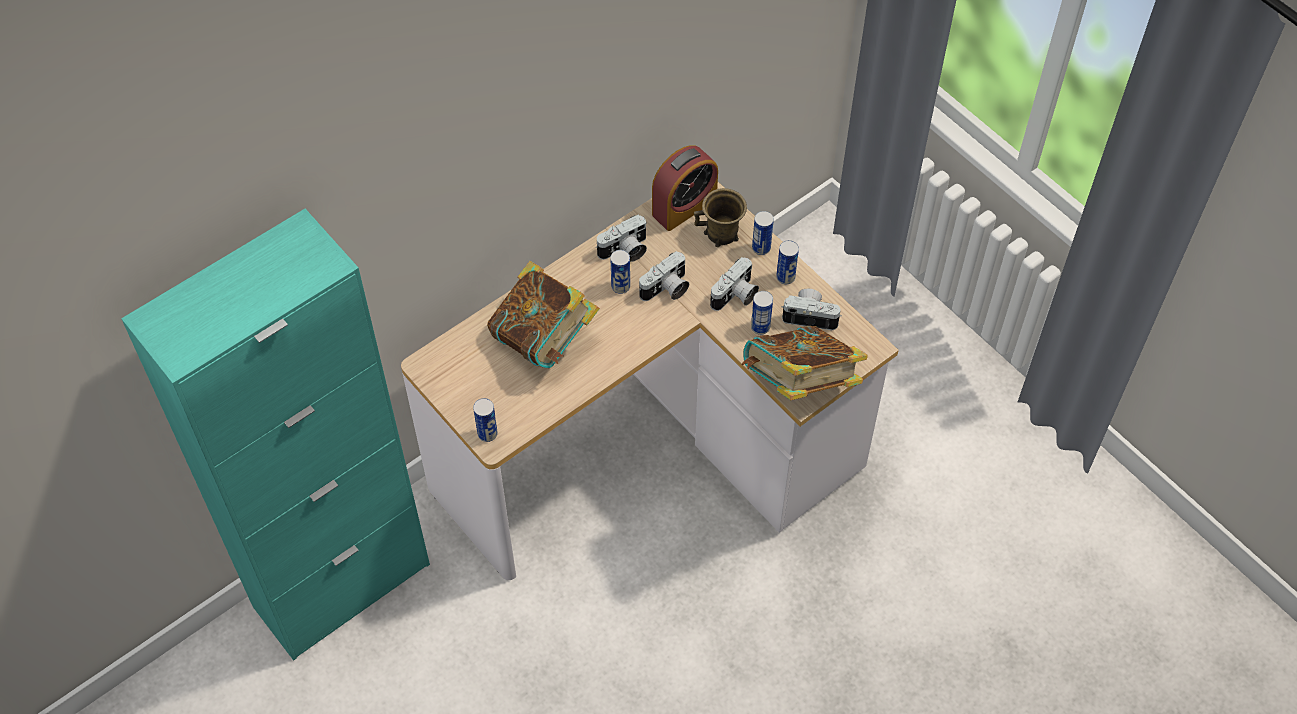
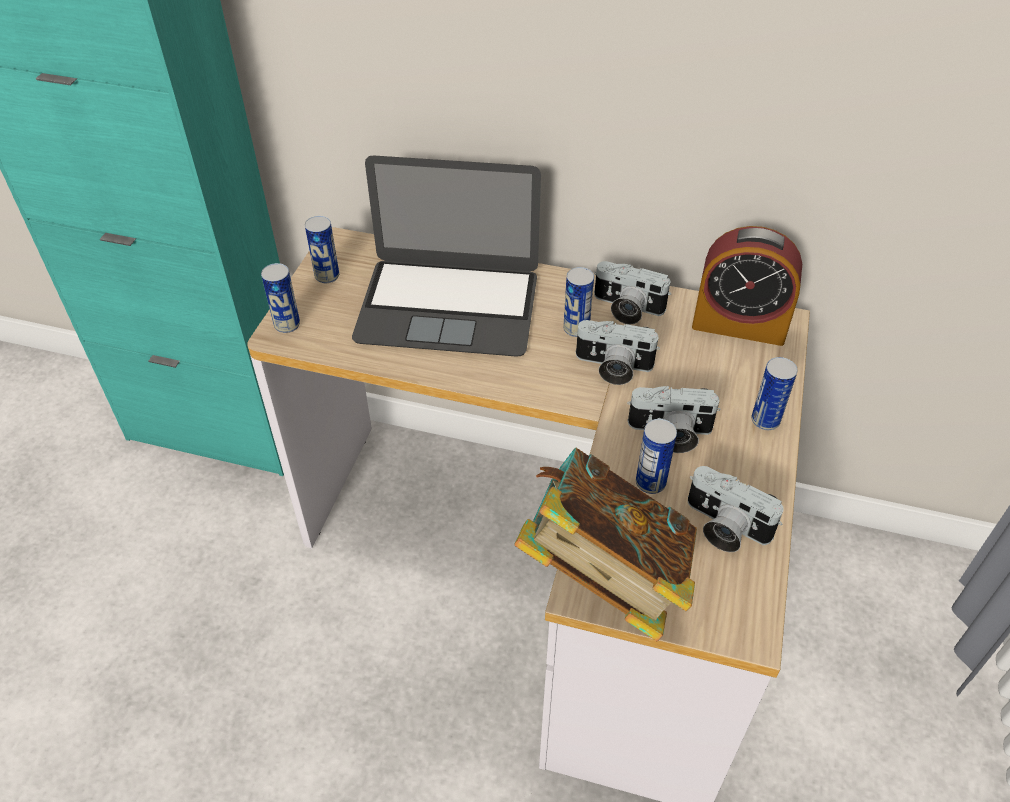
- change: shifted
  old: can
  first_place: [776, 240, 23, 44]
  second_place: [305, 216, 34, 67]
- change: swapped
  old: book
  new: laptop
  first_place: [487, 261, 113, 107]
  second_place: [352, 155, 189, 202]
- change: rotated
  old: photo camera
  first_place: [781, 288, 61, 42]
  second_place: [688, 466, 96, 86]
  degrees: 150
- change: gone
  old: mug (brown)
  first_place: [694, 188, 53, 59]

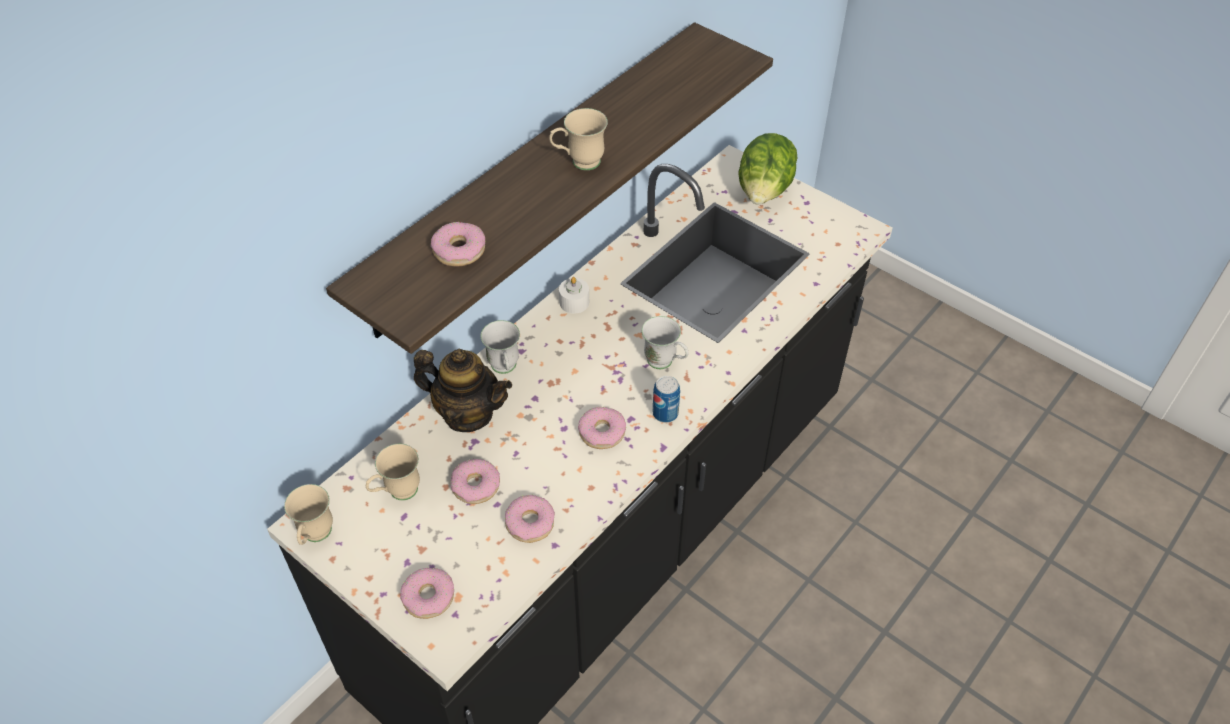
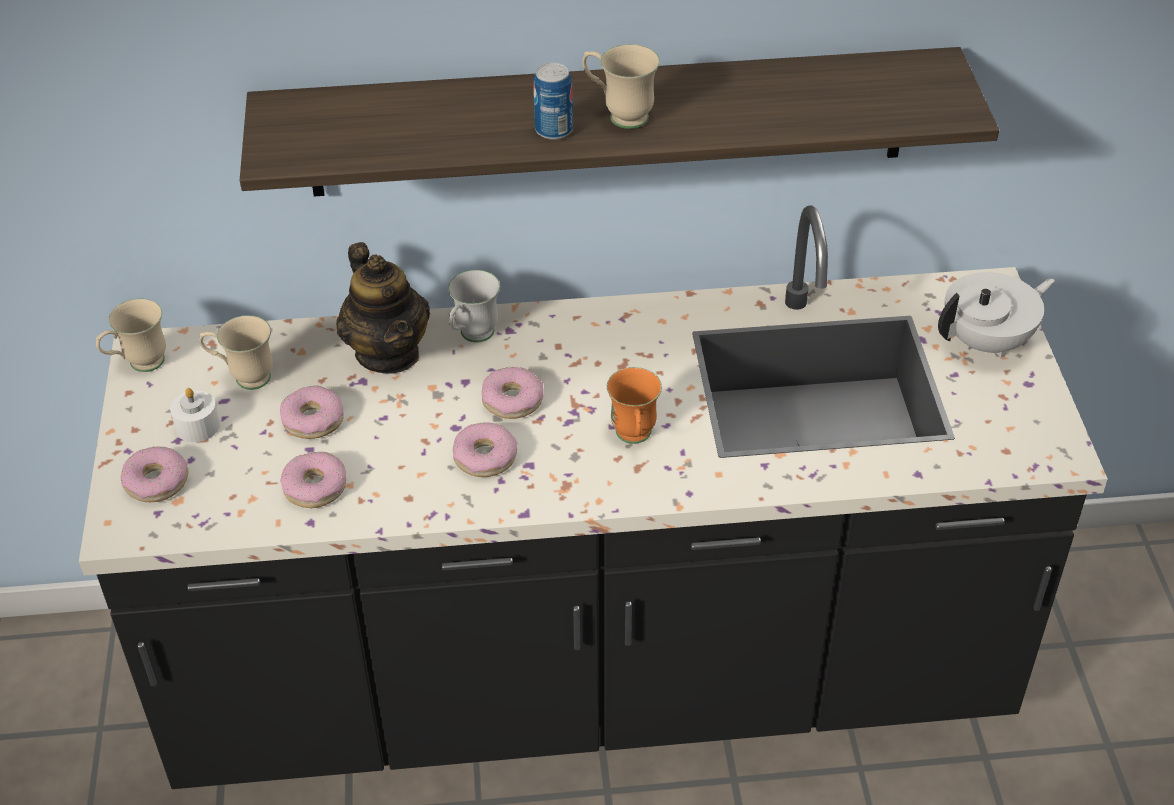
- change: shifted
  old: candle (white)
  first_place: [559, 277, 30, 37]
  second_place: [170, 388, 50, 54]
- change: shifted
  old: donut
  first_place: [431, 222, 55, 45]
  second_place: [482, 367, 62, 52]
- change: shifted
  old: can
  first_place: [653, 376, 27, 47]
  second_place: [533, 63, 40, 77]
- change: repainted
  old: mug (white)
  new: mug (orange)
  first_place: [642, 316, 46, 53]
  second_place: [606, 367, 56, 77]
- change: swapped
  old: lettuce
  new: teapot (white)
  first_place: [739, 133, 59, 72]
  second_place: [938, 272, 117, 85]

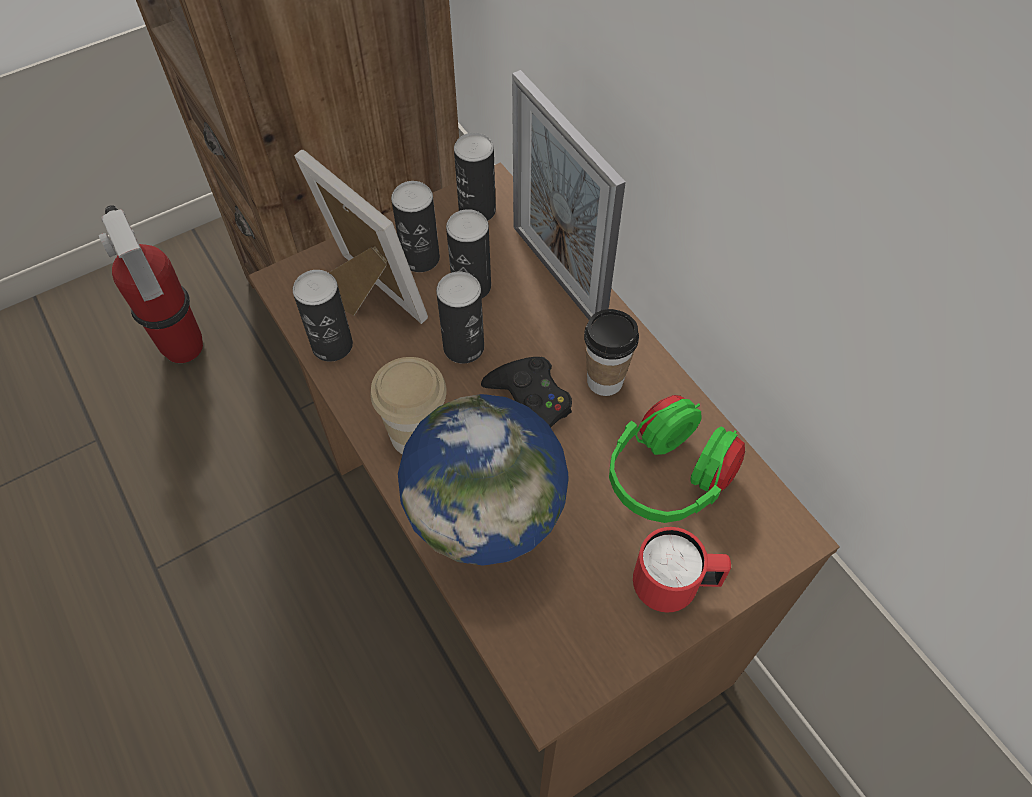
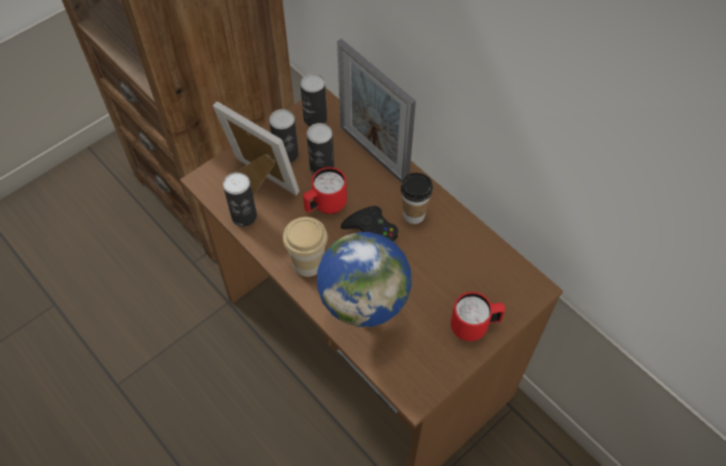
- change: swapped
  old: can
  new: mug (red)
  first_place: [436, 272, 48, 92]
  second_place: [303, 167, 44, 47]
- change: gone
  old: fire extinguisher
  first_place: [99, 205, 104, 158]
- change: gone
  old: headphones (green)
  first_place: [609, 395, 136, 128]

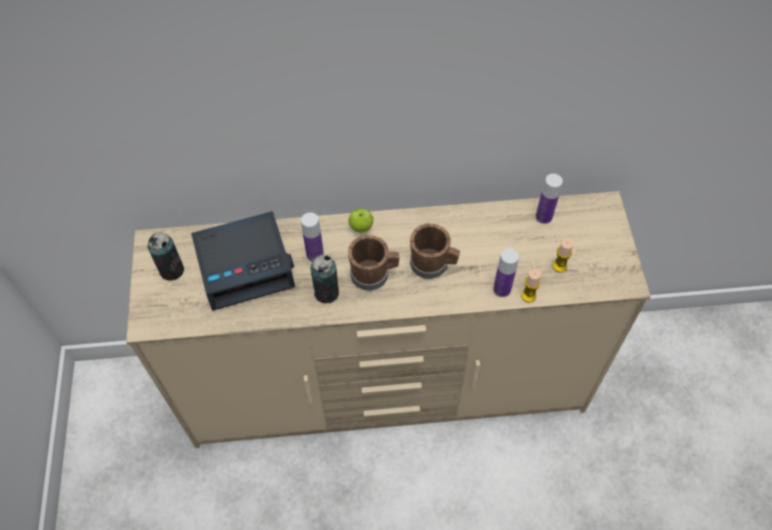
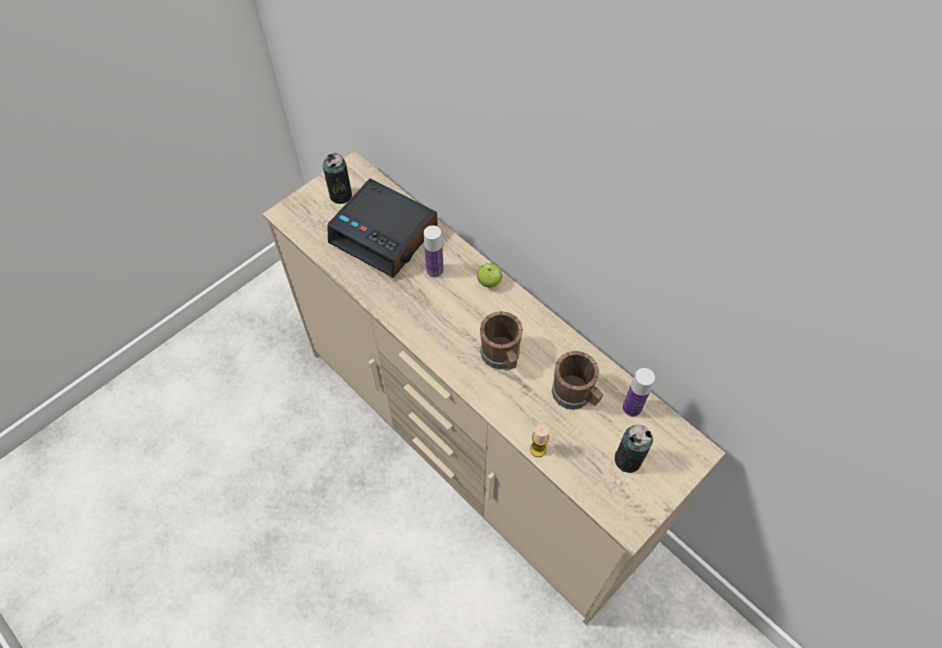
- change: shifted
  old: mug (brown)
  first_place: [348, 235, 51, 56]
  second_place: [552, 351, 51, 59]
- change: shifted
  old: can
  first_place: [310, 255, 29, 48]
  second_place: [615, 425, 38, 48]
- change: gone
  old: bottle
  first_place: [493, 248, 26, 49]
- change: gone
  old: candle
  first_place: [552, 238, 22, 34]

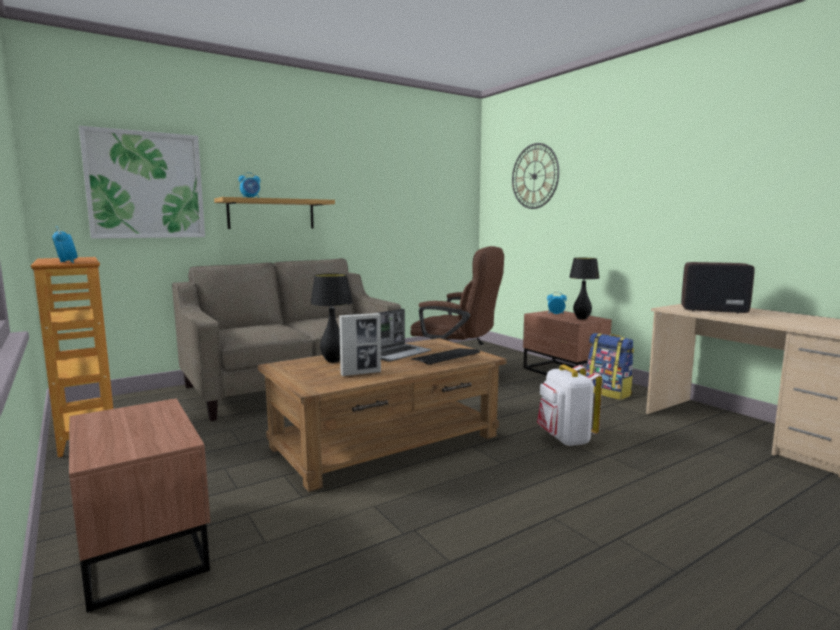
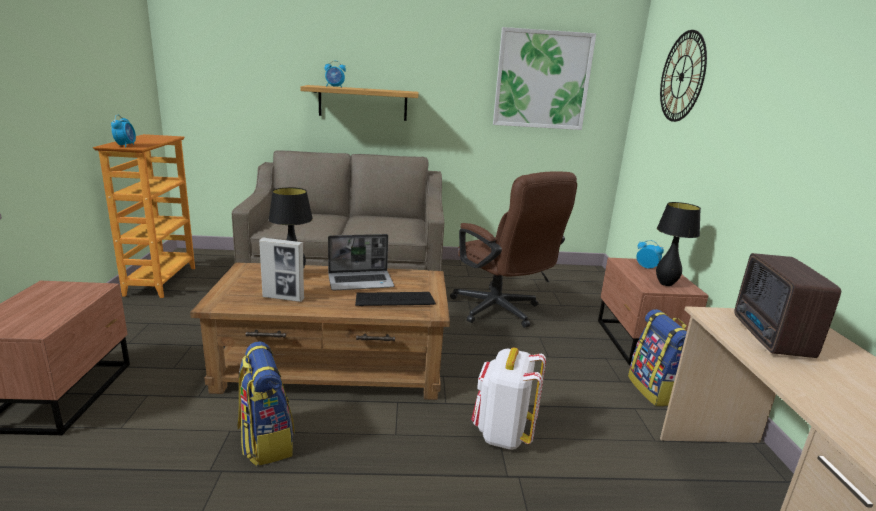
- change: new
  new: backpack
  second_place: [238, 341, 56, 125]
- change: shifted
  old: picture
  first_place: [79, 126, 126, 113]
  second_place: [493, 27, 103, 103]
- change: rotated
  old: radio
  first_place: [681, 262, 74, 52]
  second_place: [734, 253, 107, 105]
  degrees: -135

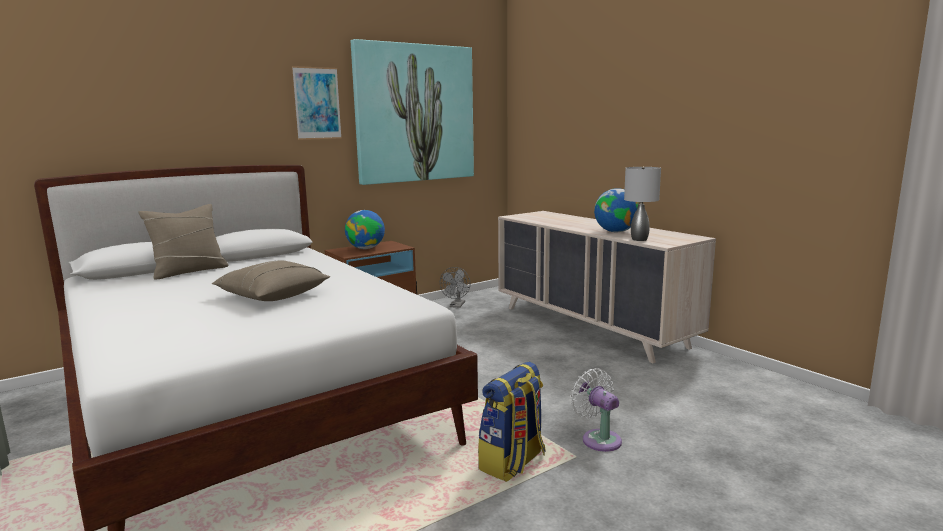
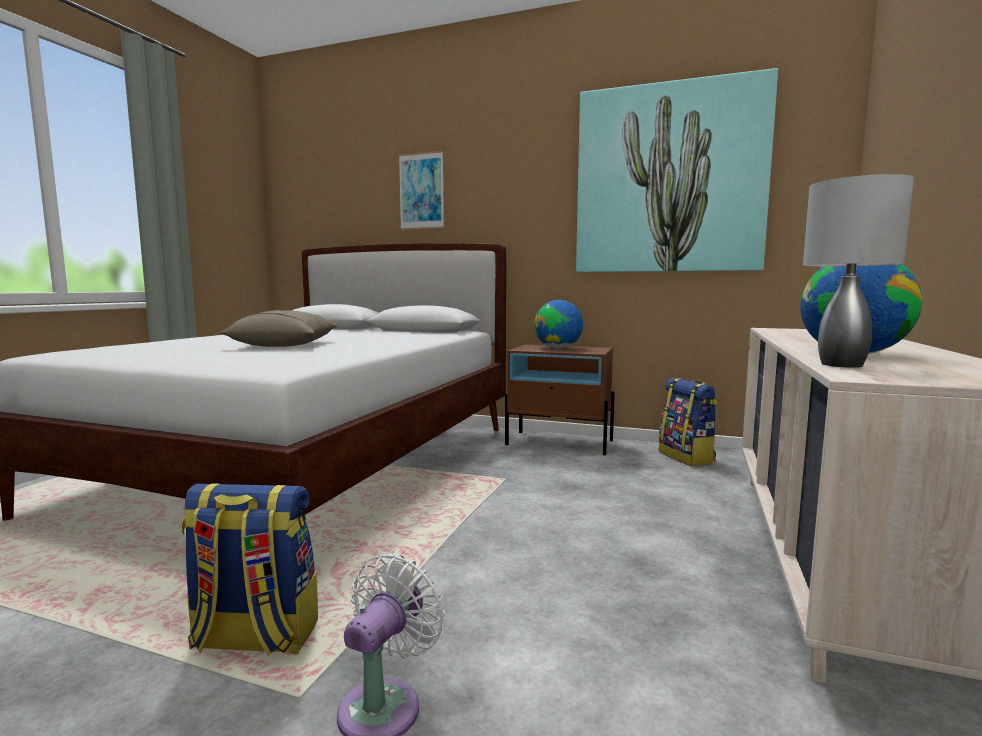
- change: shifted
  old: picture
  first_place: [292, 66, 50, 74]
  second_place: [399, 151, 45, 79]
- change: swapped
  old: fan (grey)
  new: backpack
  first_place: [440, 267, 30, 41]
  second_place: [658, 378, 60, 88]
- change: gone
  old: pillow (beige)
  first_place: [138, 204, 91, 75]

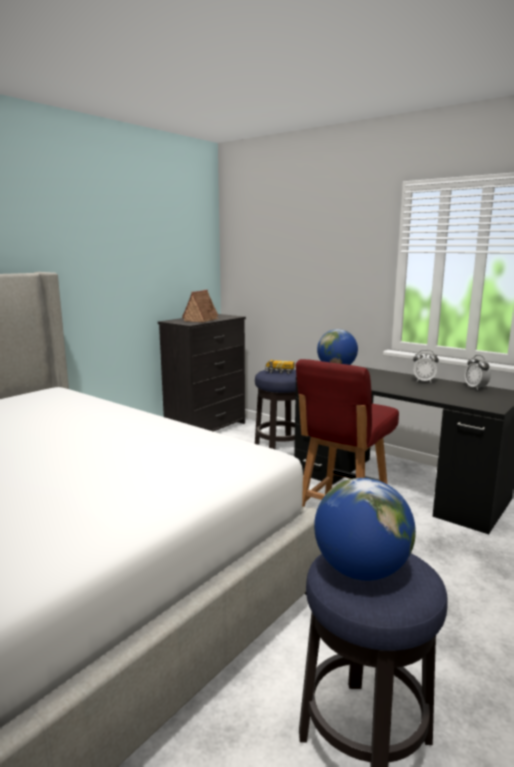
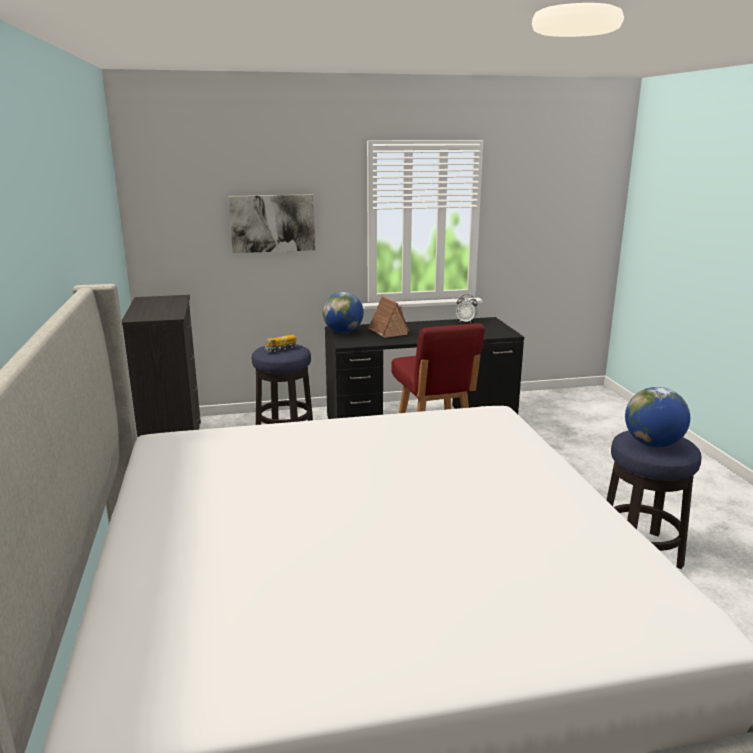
- change: new
  new: picture
  second_place: [229, 194, 86, 59]
- change: shifted
  old: toy house
  first_place: [182, 290, 36, 33]
  second_place: [369, 296, 41, 42]
- change: gone
  old: alarm clock
  first_place: [413, 350, 26, 32]

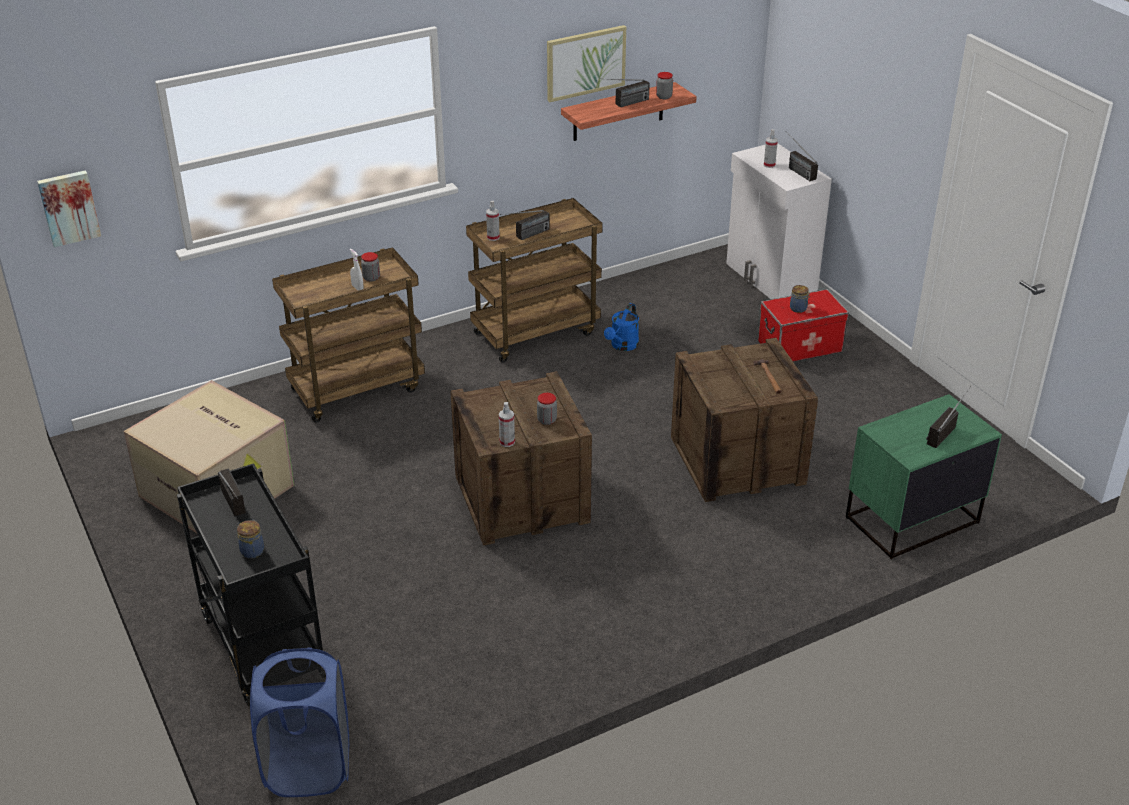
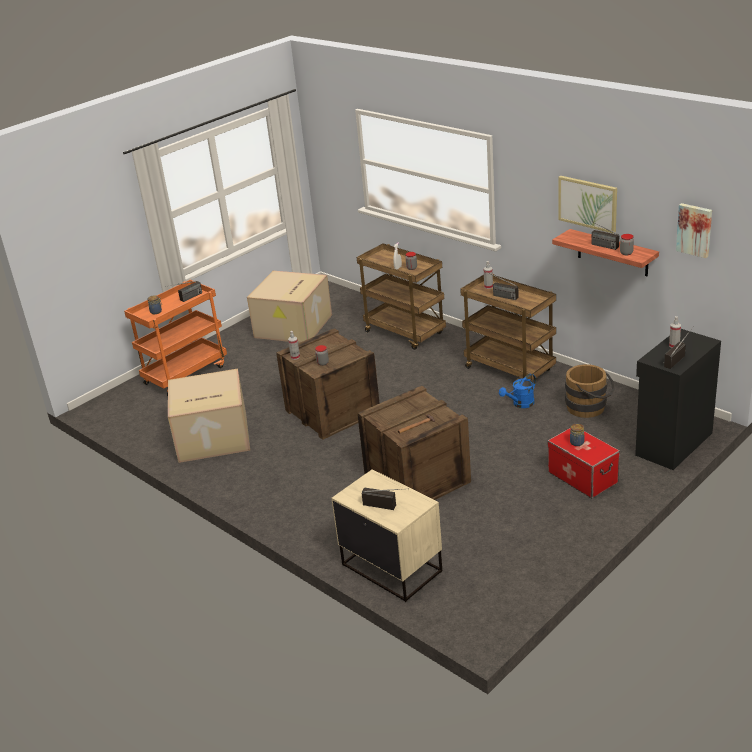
- change: repainted
  old: cart (black)
  new: cart (orange)
  first_place: [177, 463, 146, 243]
  second_place: [124, 280, 103, 116]
- change: new
  new: cardboard box
  second_place: [168, 369, 82, 94]
- change: repainted
  old: nightstand (green)
  new: nightstand (beige)
  first_place: [846, 394, 156, 165]
  second_place: [331, 469, 111, 133]
- change: rotated
  old: watering can (blue)
  first_place: [604, 303, 35, 48]
  second_place: [499, 374, 37, 34]
  degrees: -45
- change: new
  new: bucket (brown)
  second_place: [565, 364, 49, 54]
- change: repainted
  old: cabinet (white)
  new: cabinet (black)
  first_place: [726, 143, 106, 156]
  second_place: [635, 329, 86, 141]
- change: shifted
  old: picture
  first_place: [37, 170, 64, 77]
  second_place: [676, 203, 36, 55]
- change: gone
  old: laundry basket (blue)
  first_place: [250, 647, 99, 150]

